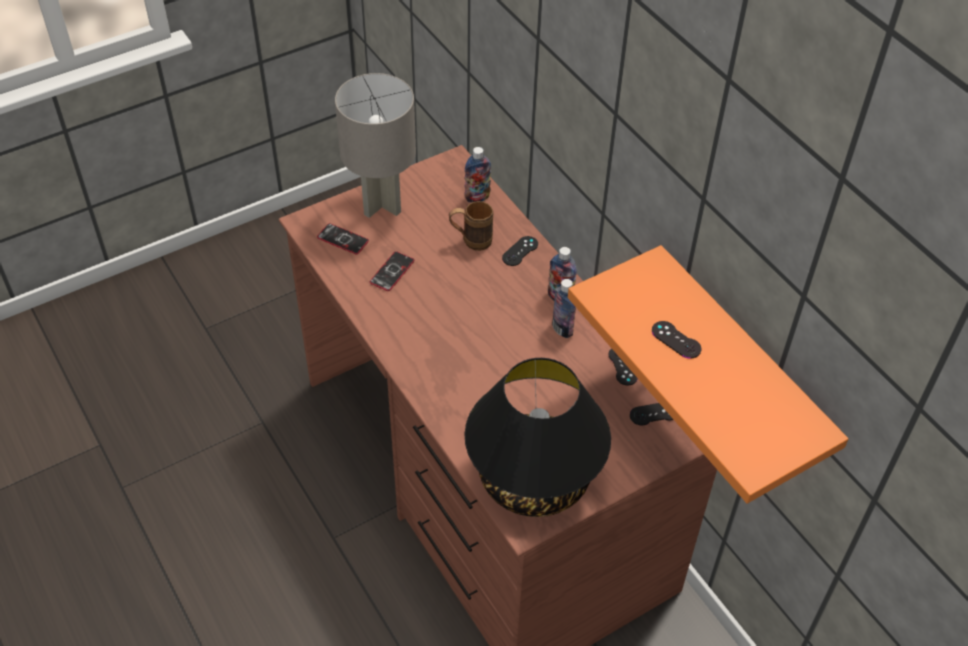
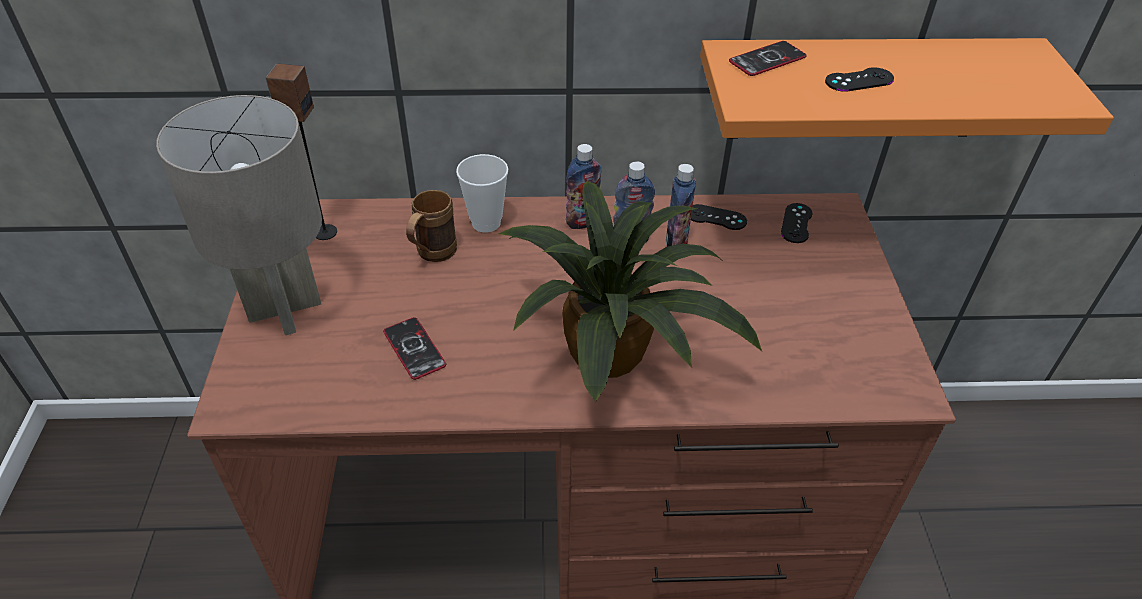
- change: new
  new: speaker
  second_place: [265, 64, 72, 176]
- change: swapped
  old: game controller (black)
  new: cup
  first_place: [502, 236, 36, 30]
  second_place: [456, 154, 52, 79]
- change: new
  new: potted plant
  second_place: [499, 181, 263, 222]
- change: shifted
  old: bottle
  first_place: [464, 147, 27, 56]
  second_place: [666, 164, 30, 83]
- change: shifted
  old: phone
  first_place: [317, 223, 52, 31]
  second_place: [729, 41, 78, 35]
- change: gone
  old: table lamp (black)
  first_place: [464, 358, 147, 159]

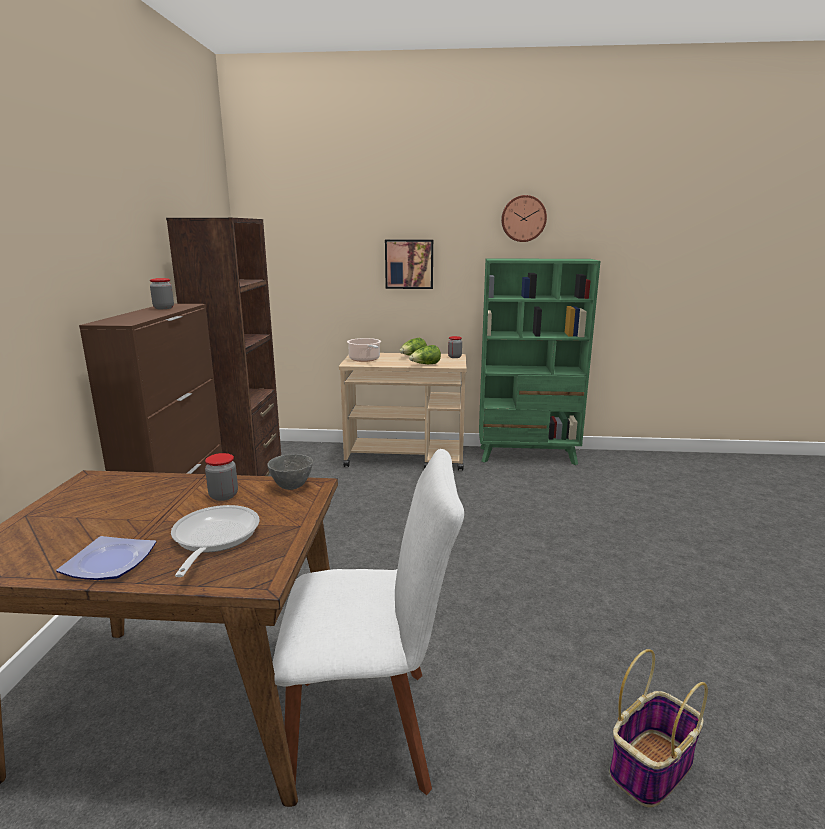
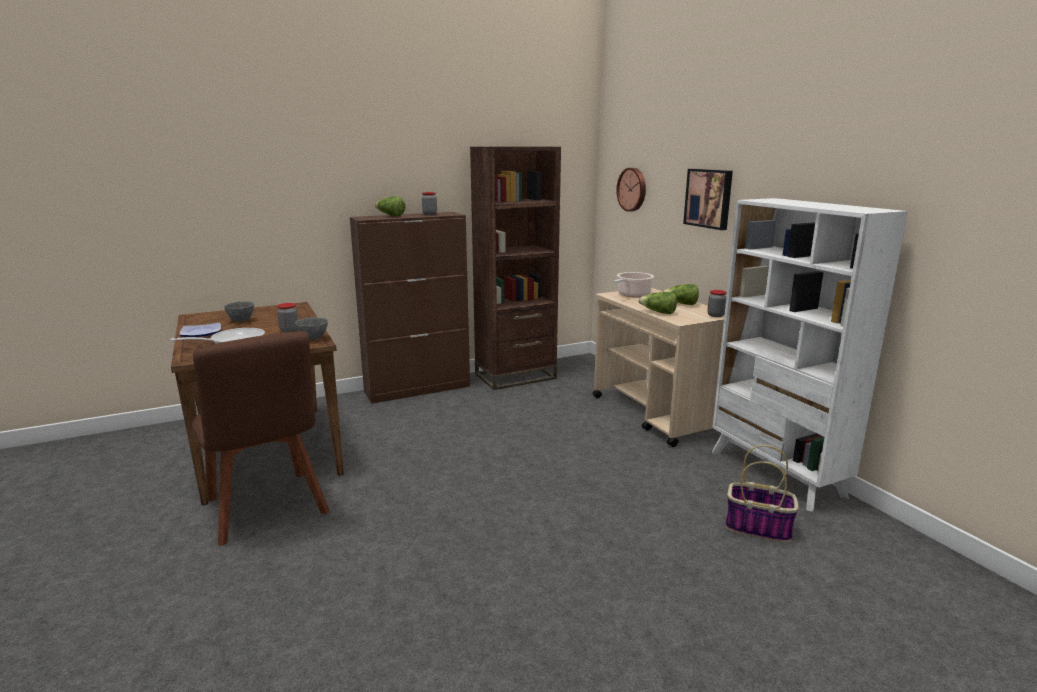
- change: repainted
  old: chair (white)
  new: chair (brown)
  first_place: [273, 449, 191, 346]
  second_place: [191, 331, 139, 215]
- change: new
  new: bowl (grey)
  second_place: [224, 301, 30, 21]
- change: new
  new: lettuce
  second_place: [375, 196, 31, 20]
- change: shifted
  old: wall clock
  first_place: [501, 195, 46, 47]
  second_place: [616, 168, 30, 44]
- change: repainted
  old: bookcase (green)
  new: bookcase (white)
  first_place: [479, 258, 121, 207]
  second_place: [712, 198, 196, 314]
- change: shifted
  old: basket
  first_place: [610, 649, 98, 159]
  second_place: [725, 445, 74, 98]

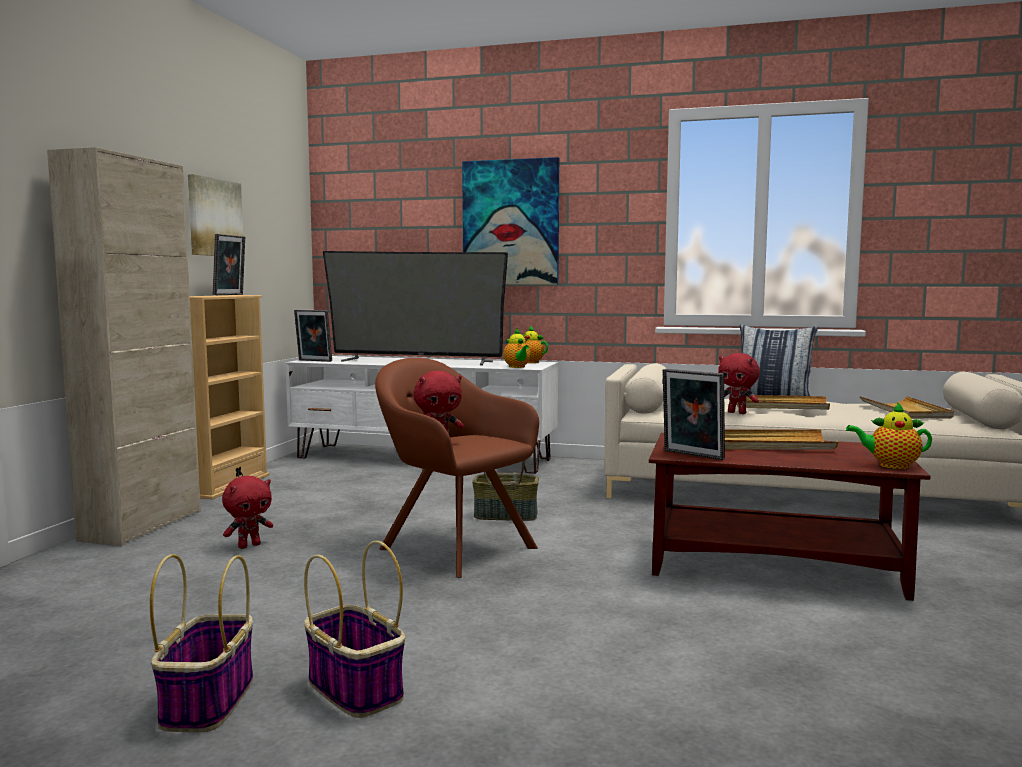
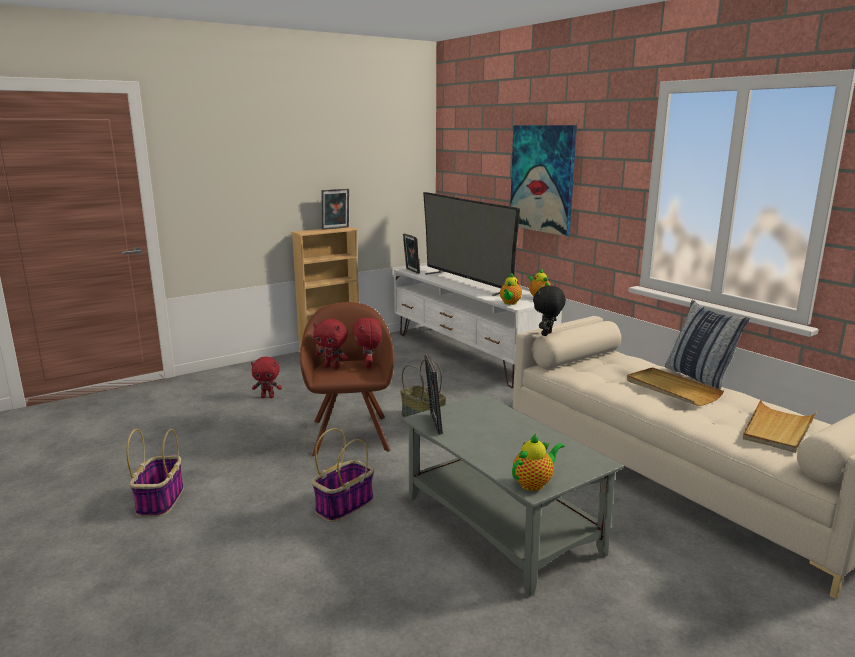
- change: shifted
  old: basket
  first_place: [150, 554, 103, 178]
  second_place: [312, 428, 62, 94]
- change: shifted
  old: plush toy (red)
  first_place: [718, 353, 42, 61]
  second_place: [353, 318, 29, 50]
- change: repainted
  old: coffee table (brown)
  new: coffee table (grey)
  first_place: [649, 433, 282, 168]
  second_place: [402, 394, 222, 203]
- change: rotated
  old: teapot
  first_place: [846, 402, 86, 67]
  second_place: [512, 434, 52, 57]
  degrees: 90
- change: new
  new: plush toy (black)
  second_place: [533, 285, 33, 51]
- change: gone
  old: cabinet (beige)
  first_place: [47, 147, 154, 399]
- change: gone
  old: picture
  first_place: [188, 174, 55, 82]
- change: gone
  old: tray (beige)
  first_place: [725, 429, 113, 20]

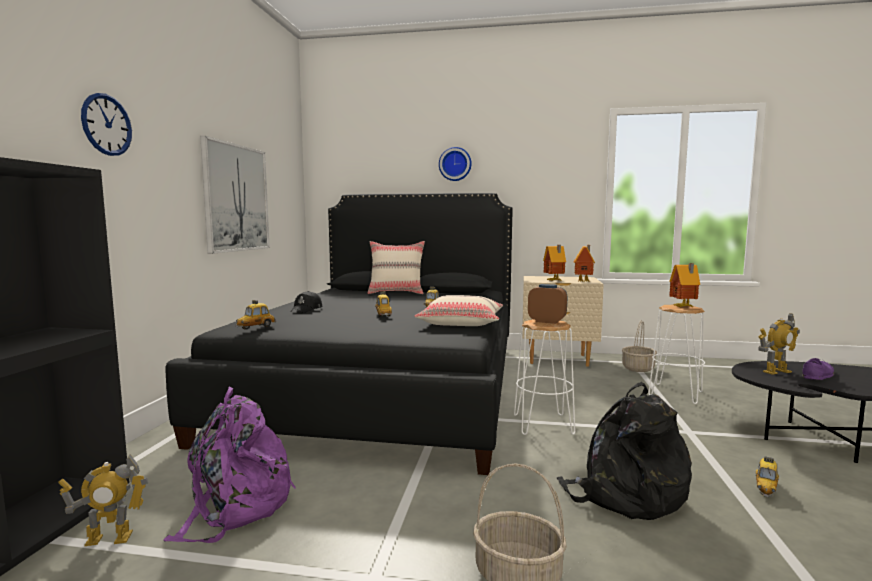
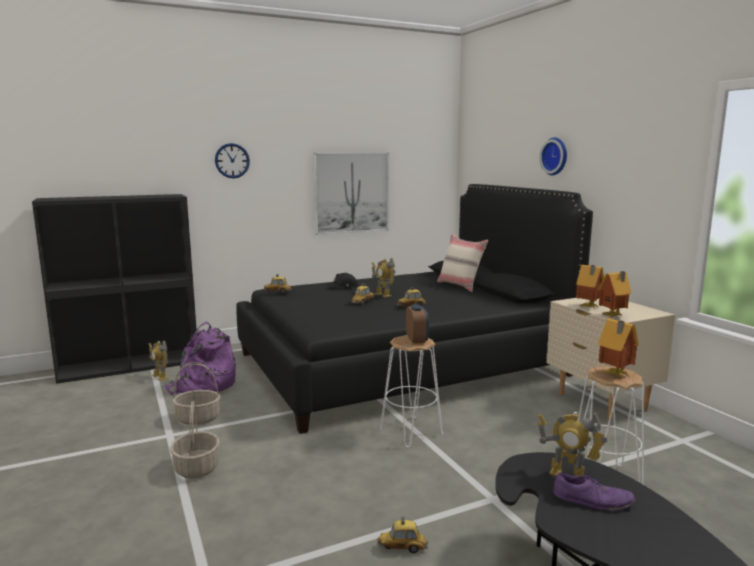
- change: shifted
  old: basket
  first_place: [622, 320, 35, 52]
  second_place: [172, 362, 48, 63]
- change: new
  new: toy robot
  second_place: [372, 258, 24, 39]
- change: gone
  old: pillow (beige)
  first_place: [414, 295, 89, 31]
- change: gone
  old: backpack (black)
  first_place: [557, 382, 135, 138]

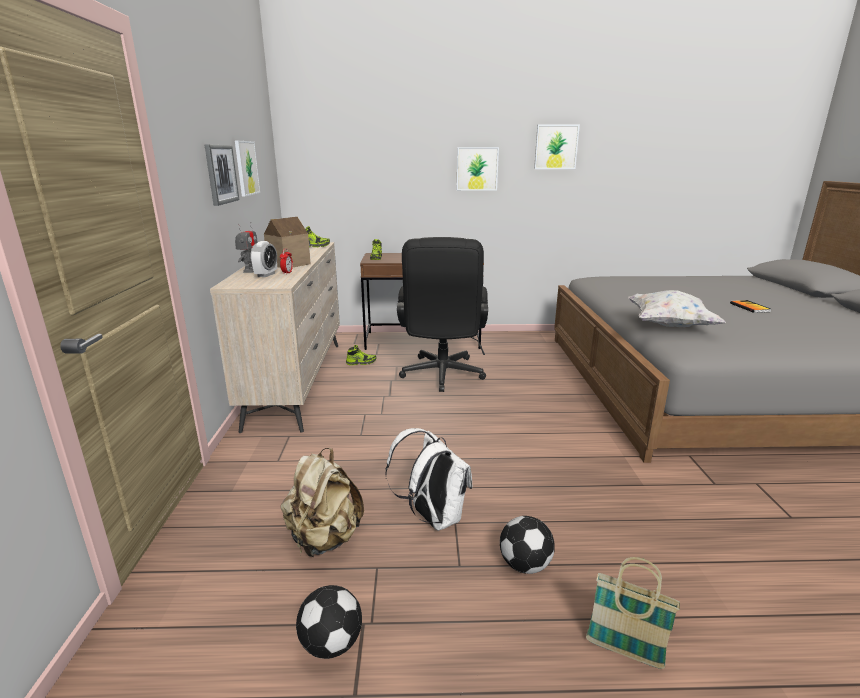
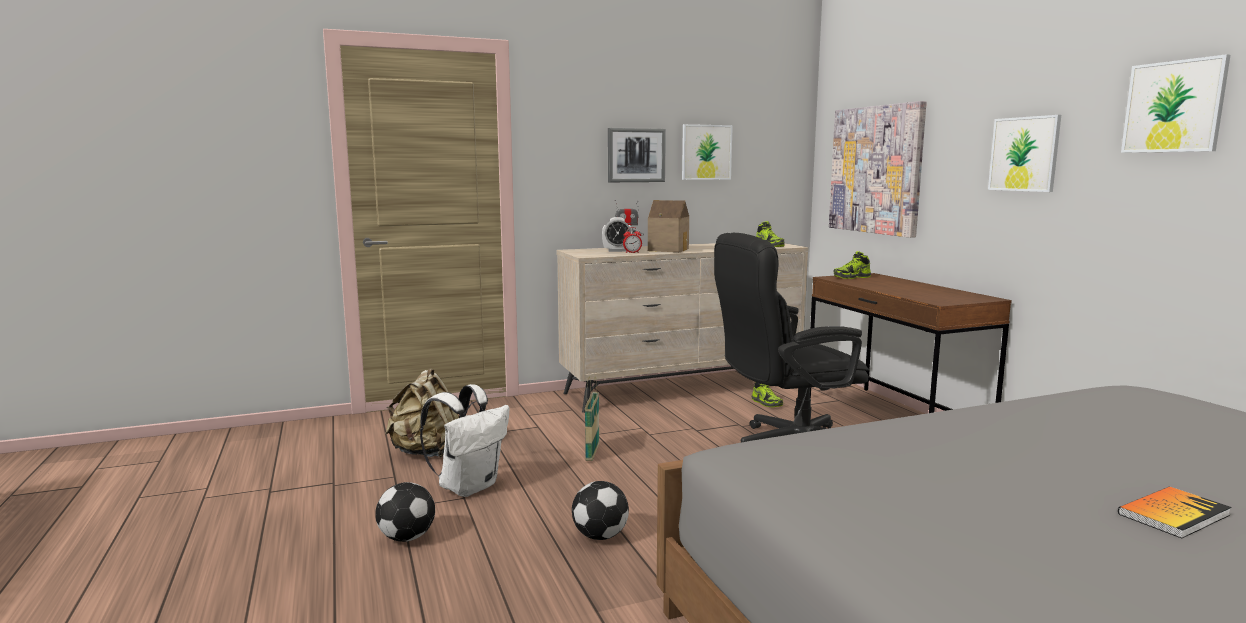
- change: shifted
  old: football
  first_place: [296, 585, 66, 74]
  second_place: [572, 481, 57, 59]
- change: shifted
  old: basket
  first_place: [586, 557, 94, 112]
  second_place: [585, 376, 14, 85]
- change: new
  new: picture
  second_place: [829, 101, 98, 137]
- change: gone
  old: pillow (white)
  first_place: [628, 290, 98, 37]

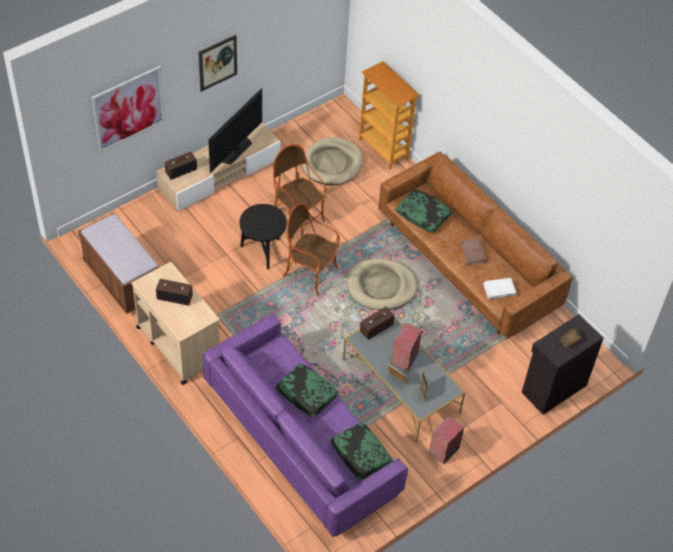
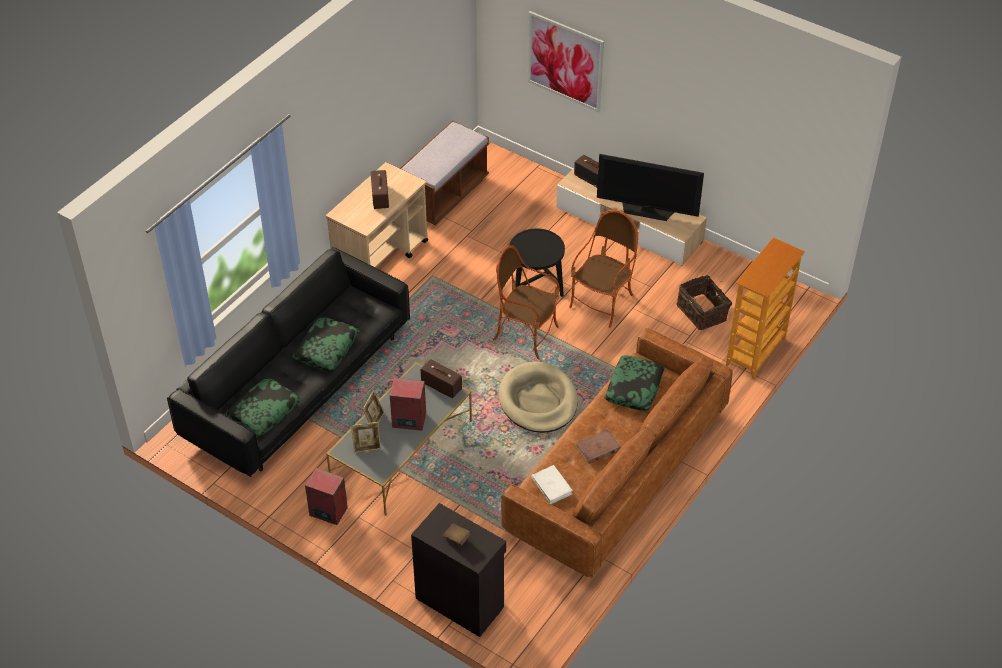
- change: repainted
  old: sofa (purple)
  new: sofa (black)
  first_place: [203, 314, 205, 223]
  second_place: [167, 247, 243, 230]
- change: rotated
  old: armchair
  first_place: [283, 203, 57, 93]
  second_place: [493, 245, 67, 114]
  degrees: -75
- change: swapped
  old: dog bed (beige)
  new: basket
  first_place: [302, 137, 61, 48]
  second_place: [676, 275, 56, 55]
- change: gone
  old: picture
  first_place: [198, 35, 39, 57]

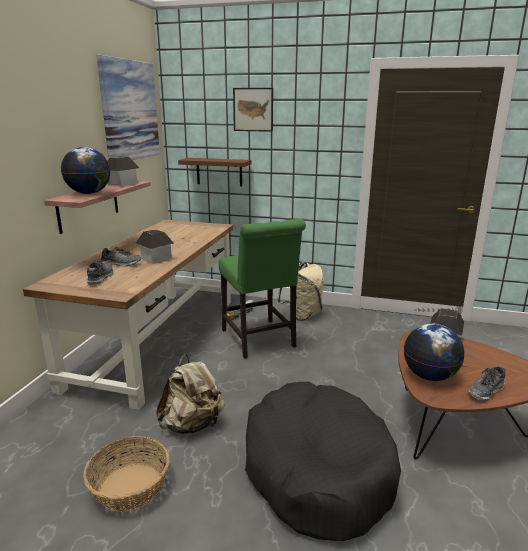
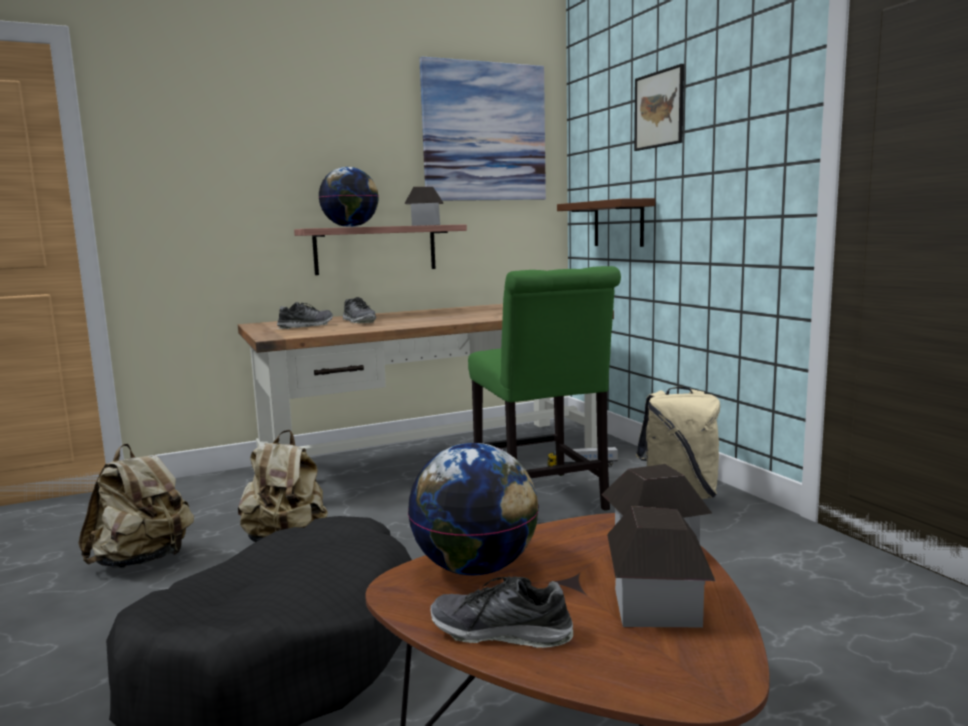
- change: swapped
  old: basket
  new: backpack (beige)
  first_place: [83, 436, 87, 76]
  second_place: [78, 444, 116, 124]
- change: rotated
  old: chair (green)
  first_place: [219, 219, 87, 139]
  second_place: [468, 266, 153, 245]
  degrees: -45
- change: shifted
  old: toy house
  first_place: [136, 230, 39, 34]
  second_place: [607, 506, 108, 121]

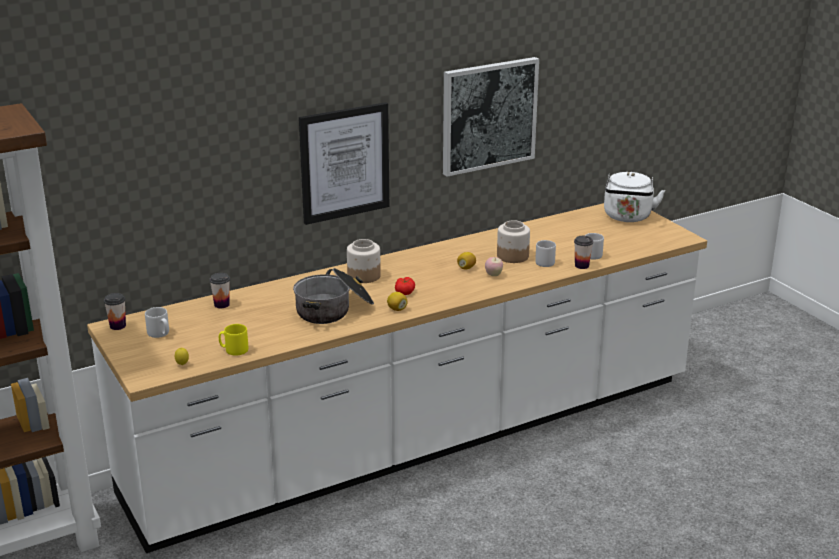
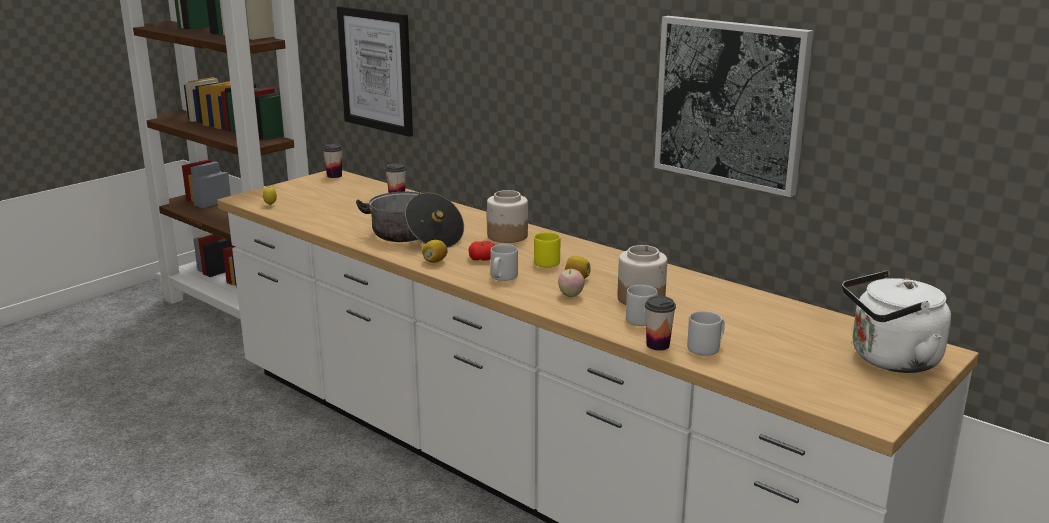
- change: shifted
  old: picture
  first_place: [299, 102, 90, 123]
  second_place: [337, 6, 76, 131]
- change: shifted
  old: mug (grey)
  first_place: [145, 307, 24, 31]
  second_place: [491, 244, 27, 37]
- change: shifted
  old: mug (yellow)
  first_place: [219, 324, 29, 32]
  second_place: [534, 232, 26, 35]

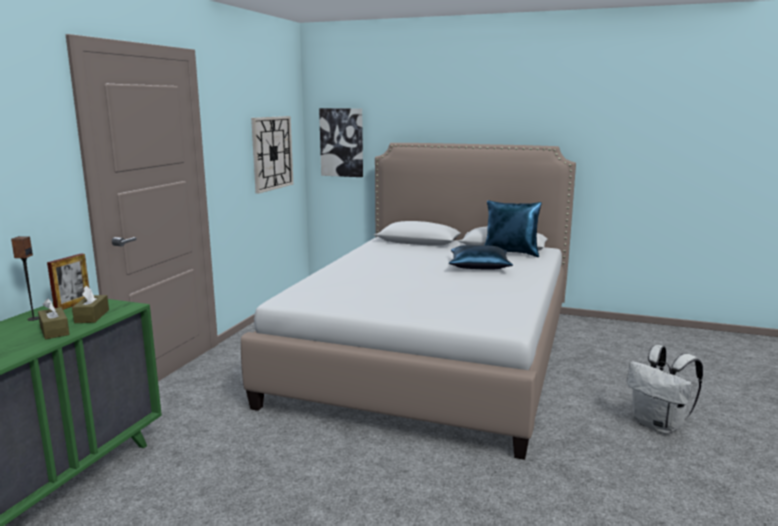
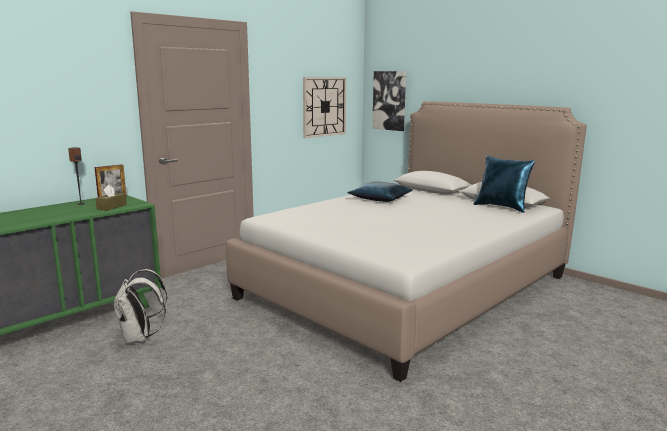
- change: shifted
  old: backpack (white)
  first_place: [627, 345, 76, 89]
  second_place: [114, 269, 53, 75]
- change: shifted
  old: pillow (blue)
  first_place: [449, 245, 64, 25]
  second_place: [347, 181, 66, 21]
- change: gone
  old: tissue box (brown)
  first_place: [38, 298, 32, 42]

